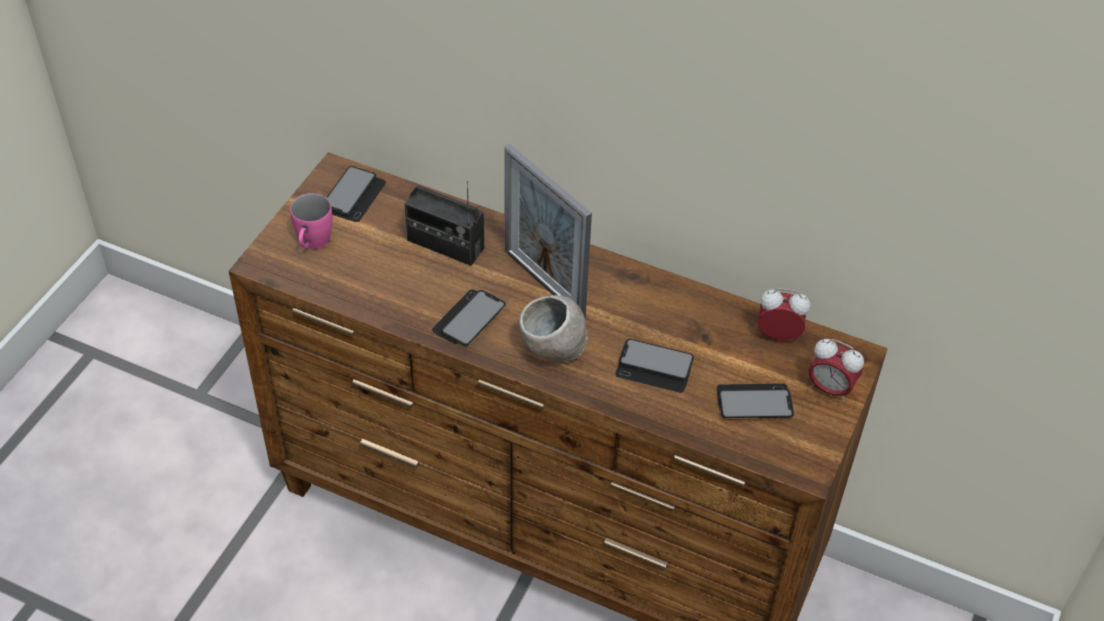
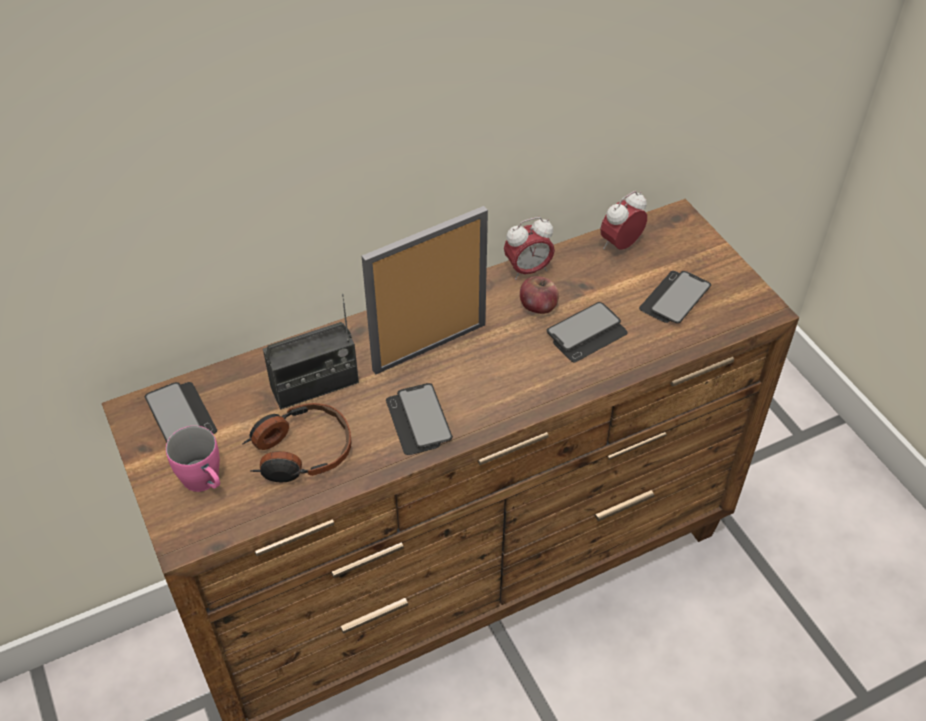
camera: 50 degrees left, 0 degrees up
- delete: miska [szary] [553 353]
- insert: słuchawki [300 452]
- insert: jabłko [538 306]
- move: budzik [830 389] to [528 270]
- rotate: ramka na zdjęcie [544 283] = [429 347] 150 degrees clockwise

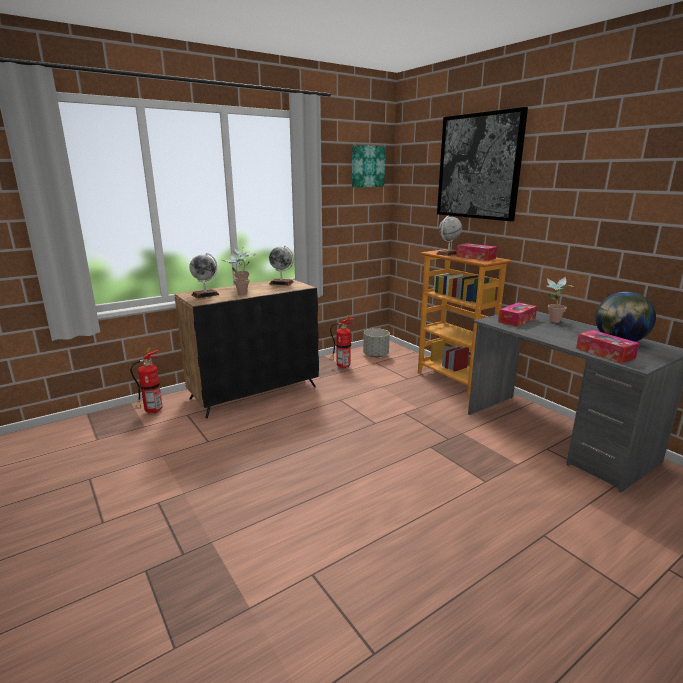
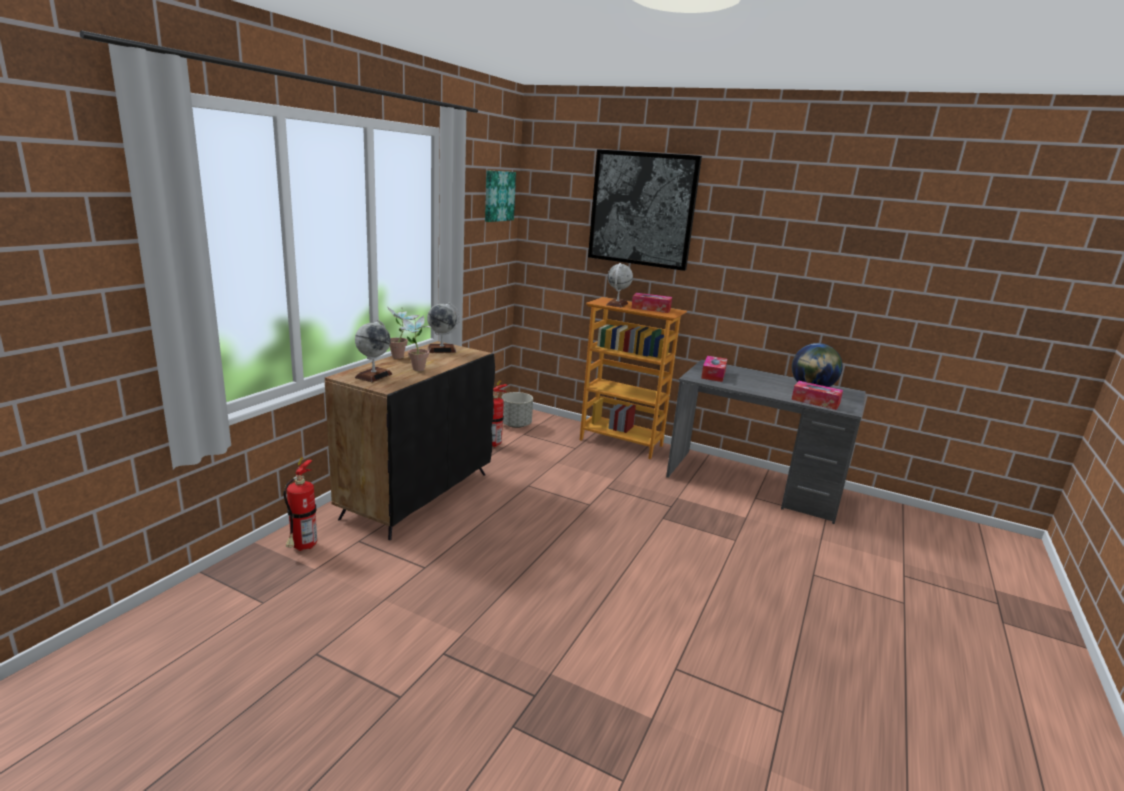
camera: 30 degrees left, 0 degrees up
- delete: roślina doniczkowa [552 322]

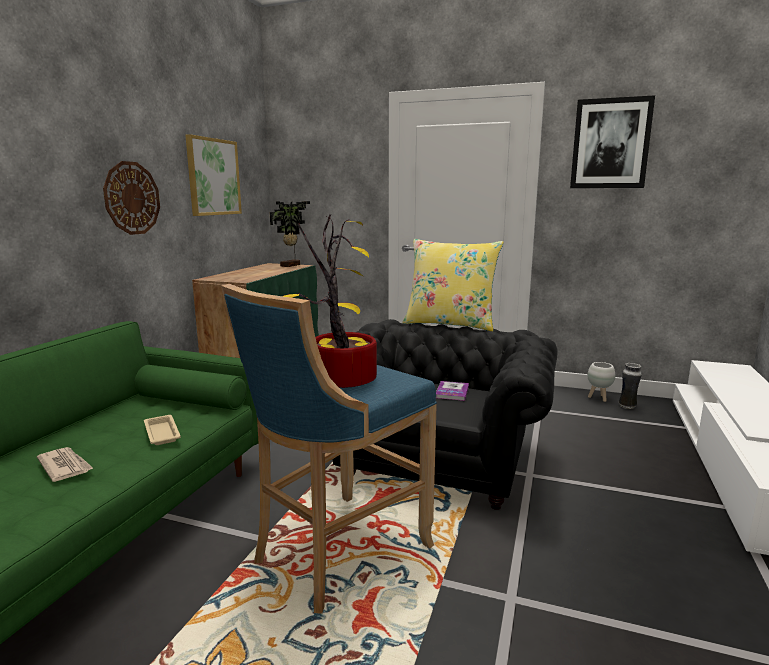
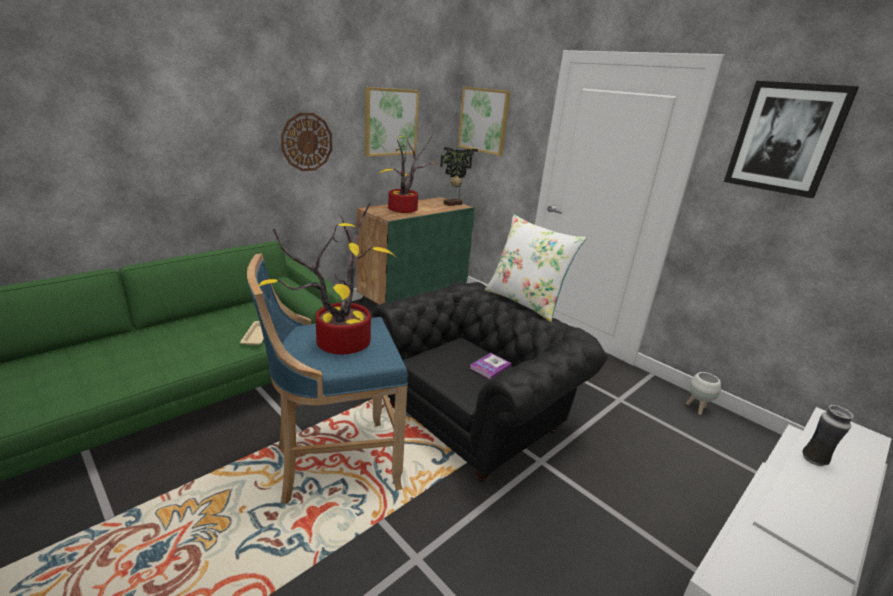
camera: 25 degrees right, 10 degrees up
- delete: gazeta [65 466]
- insert: roślina doniczkowa [403 211]
- insert: obraz [484 120]
- move: wazon [627 406] to [814 460]
- recolor: poduszka [żółty] [450 324] to poduszka [biały] [525 302]

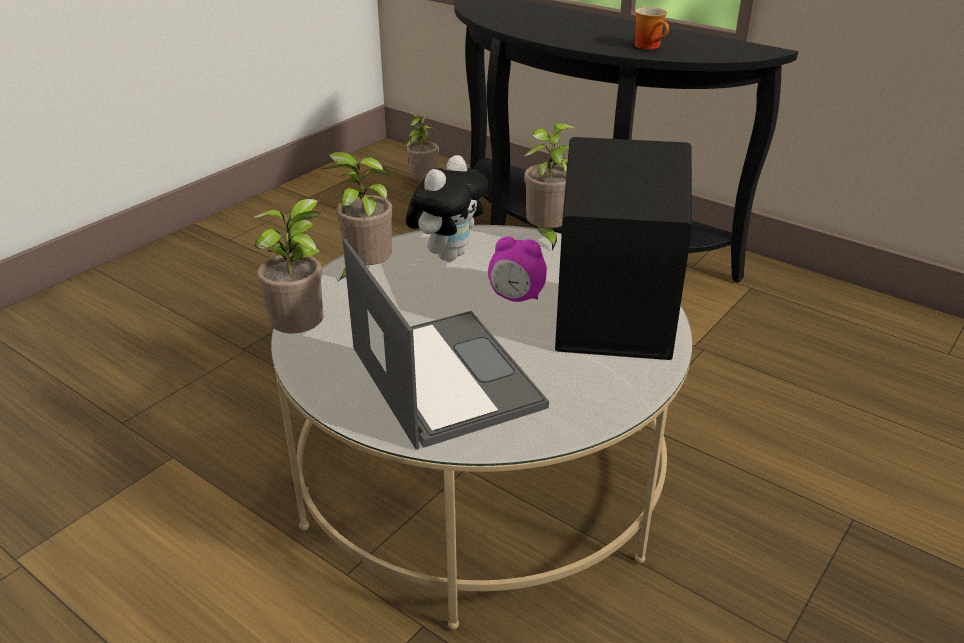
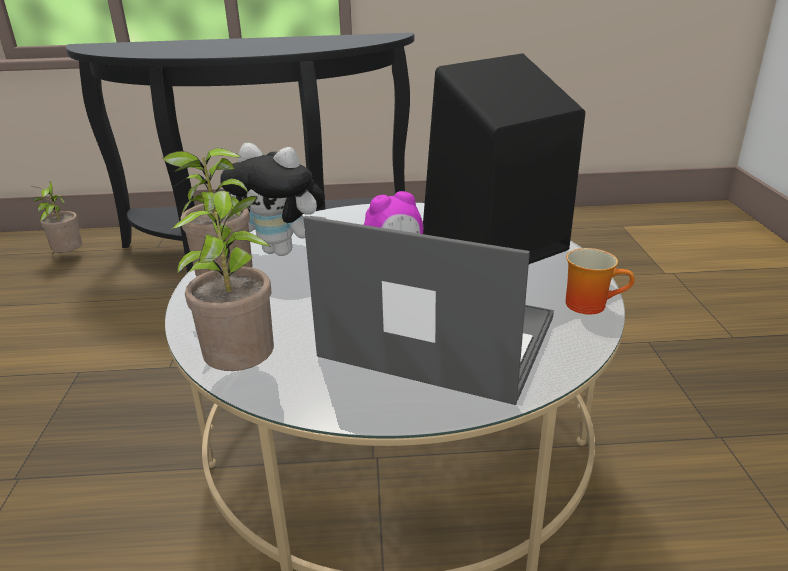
camera: 40 degrees left, 5 degrees down
- delete: roślina doniczkowa [547 237]
- move: kubek [650 46] to [590 304]
- rotate: pluszak [448 254] = [283 251] 120 degrees clockwise

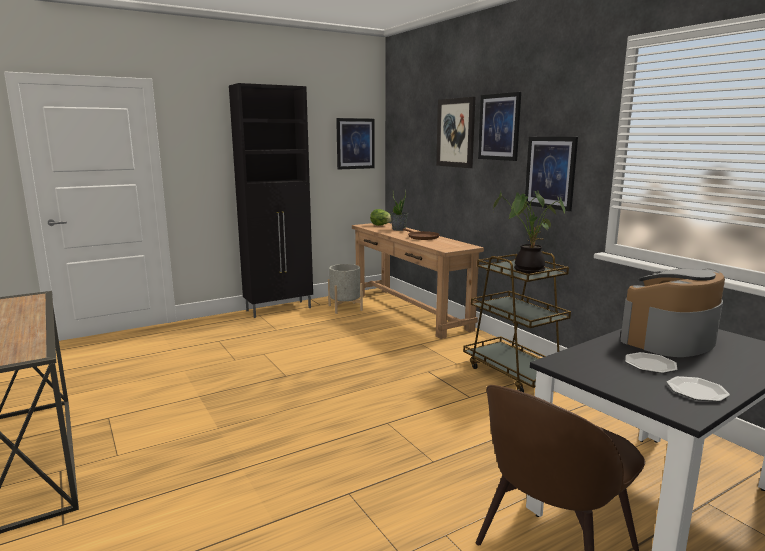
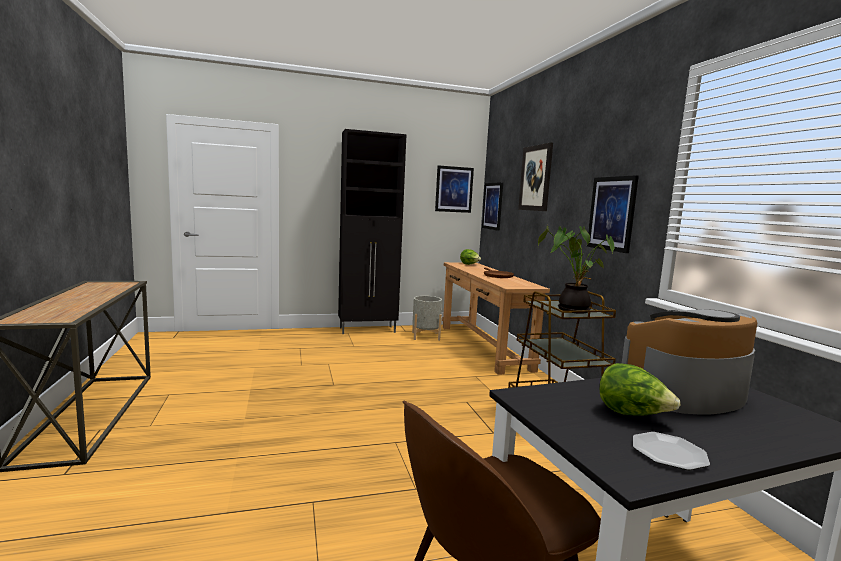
camera: 15 degrees right, 5 degrees down
- delete: roślina doniczkowa [399 229]
- move: obraz [499 127] to [493 206]
- replace: talerz [650 364] to sałata [632 414]

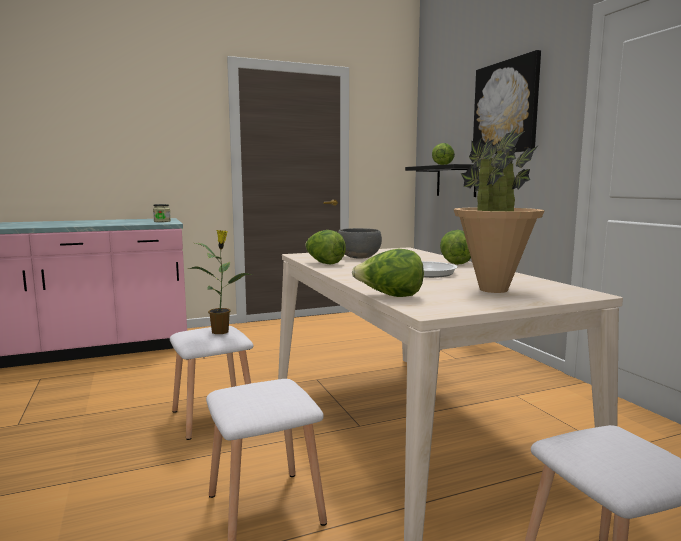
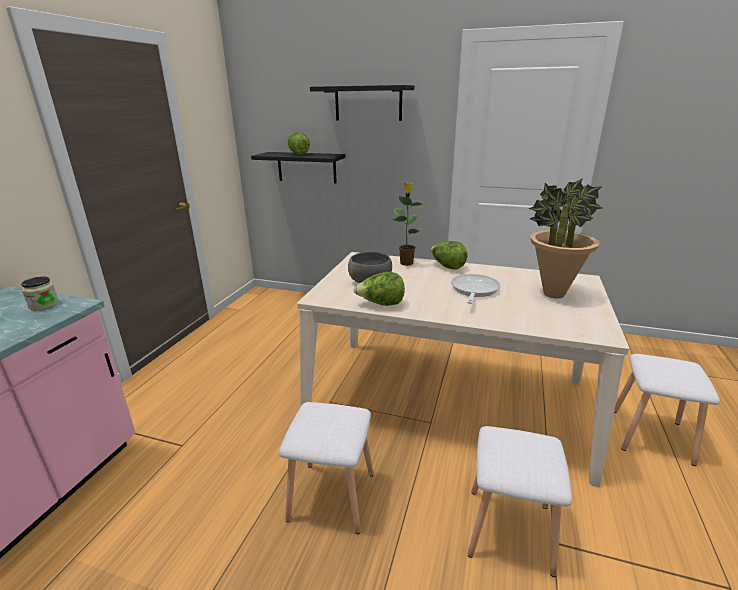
camera: 50 degrees left, 15 degrees up
- delete: sałata [390 296]
- move: roślina doniczkowa [221 331] to [406 263]
- replace: obraz [506 108] to półka [czarny] [368 103]

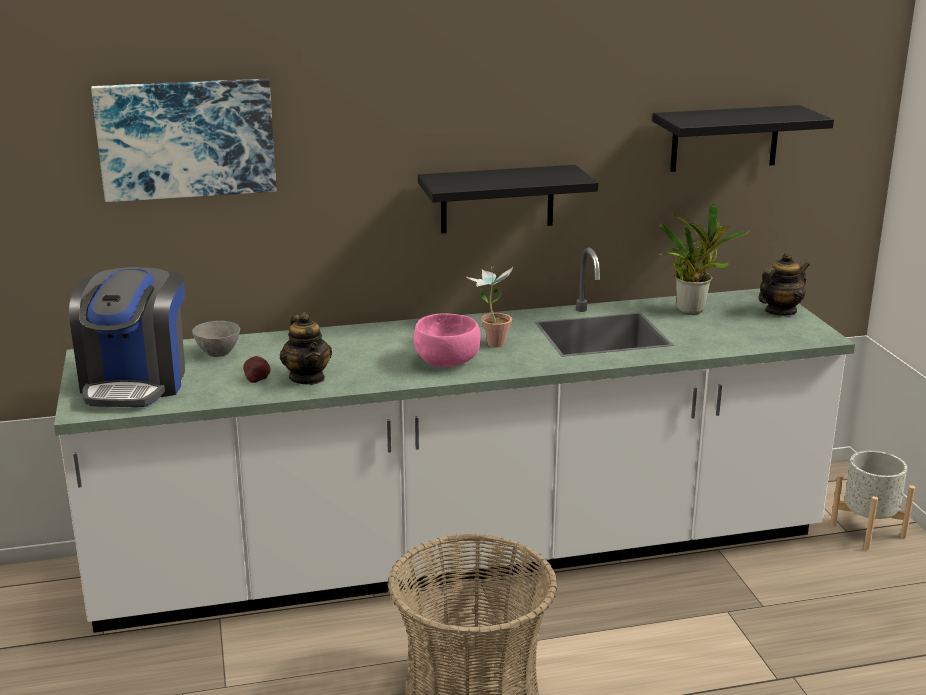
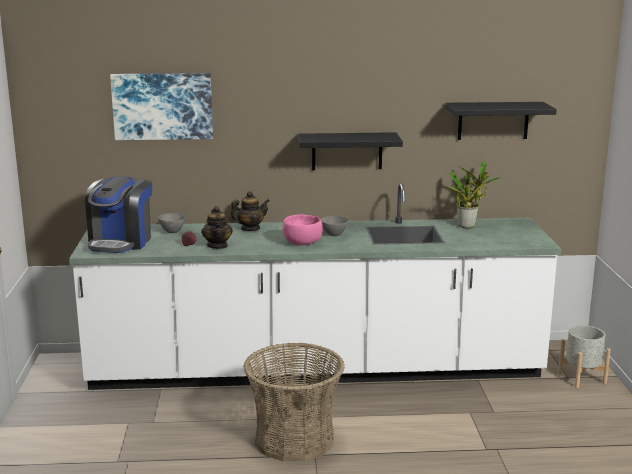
camera: 10 degrees right, 5 degrees down
- move: imbryk [780 311] to [250 229]
- replace: roślina doniczkowa [491 341] to miska [szary] [334 235]

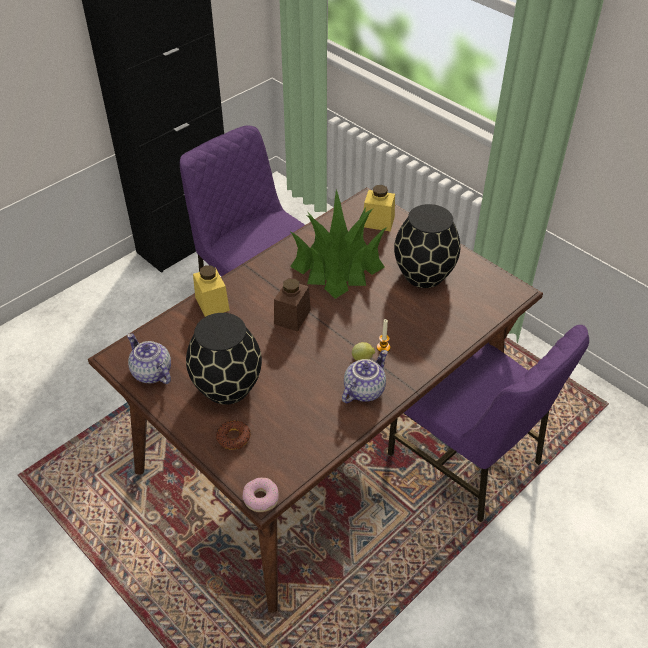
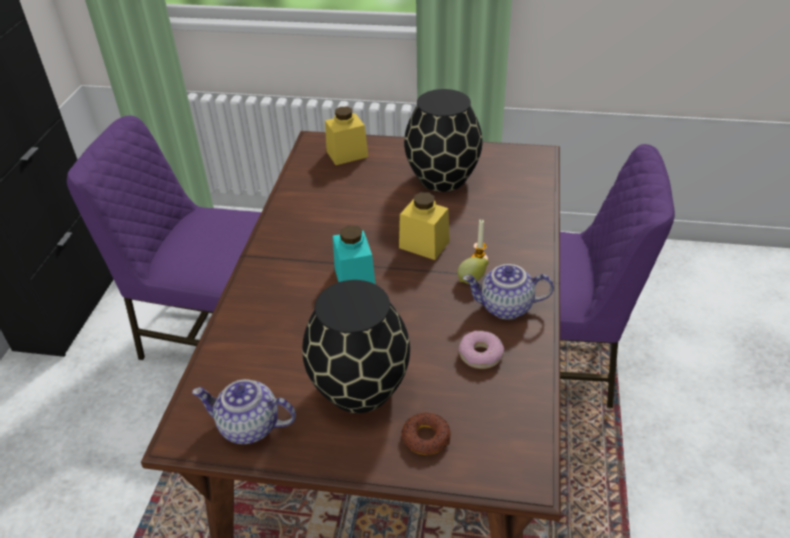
camera: 35 degrees left, 5 degrees down
- delete: roślina doniczkowa [338 265]
- move: słoik [żółty] [212 304] to [424 244]
- move: donut [261 498] to [480 354]
- recolor: słoik [brązowy] [292 317] to słoik [turkusowy] [355 279]
- rotate: imbryk [363 390] = [505 308] 90 degrees counterclockwise

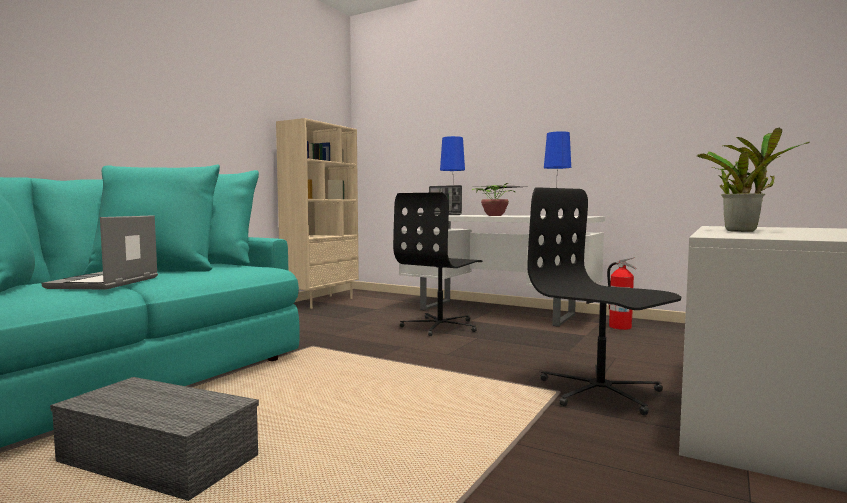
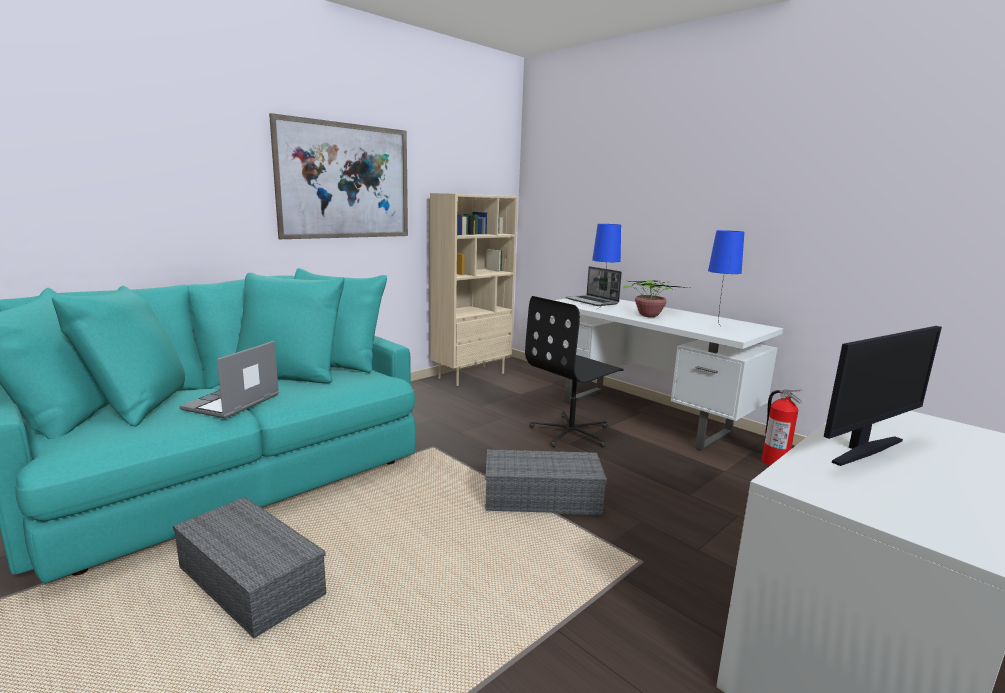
camera: 15 degrees right, 10 degrees up
- delete: krzesło biurowe [czarny] [600 392]
- insert: obraz [345 181]
- insert: pojemnik do przechowywania [szary] [543 497]
- replace: roślina doniczkowa [744 231] to monitor [864 449]

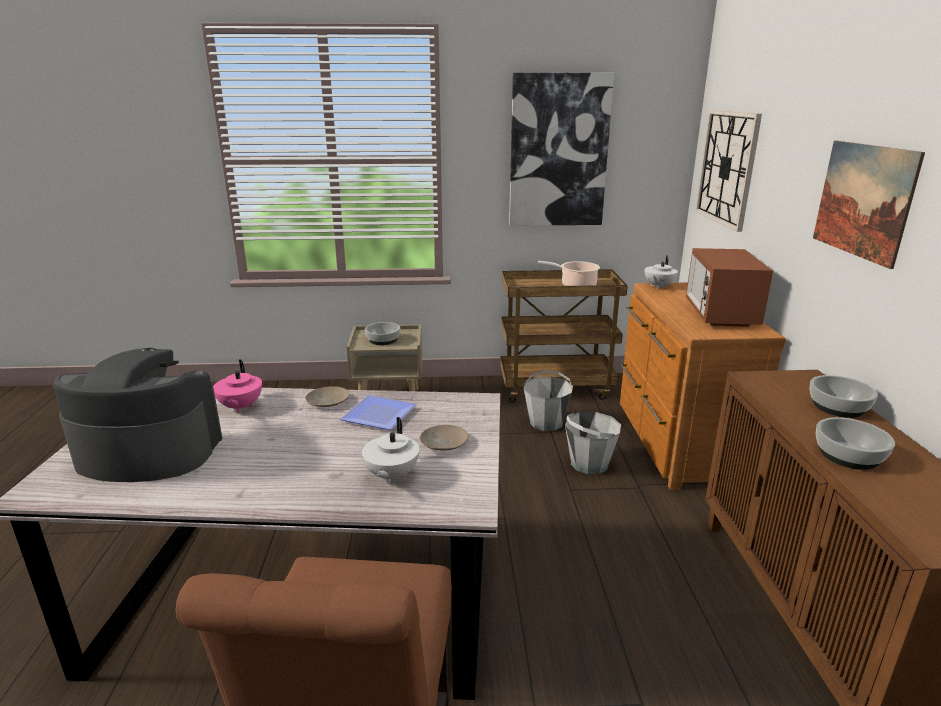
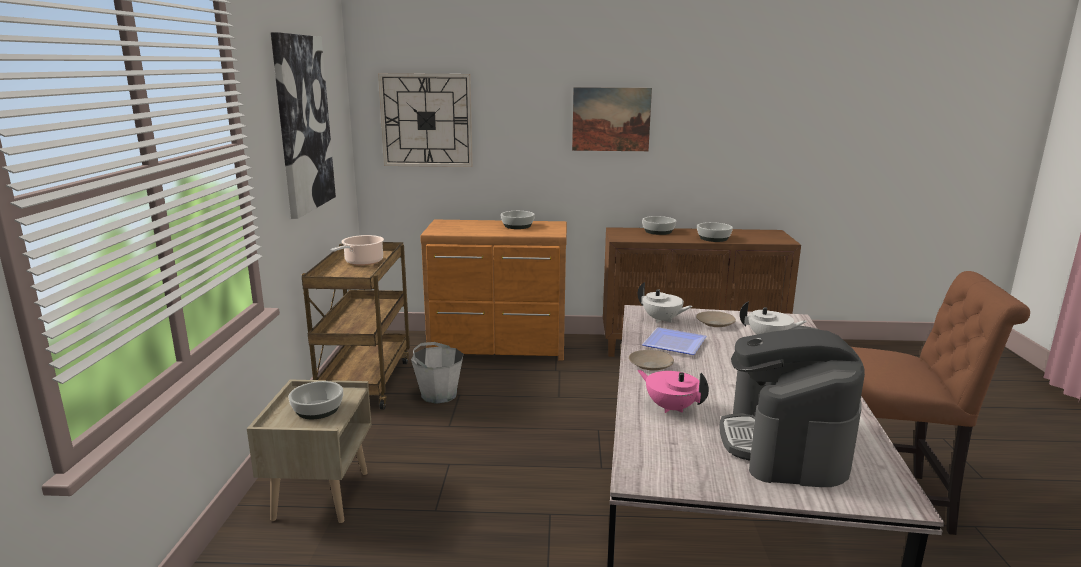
camera: 85 degrees left, 5 degrees down
- delete: wiadro [szary] [589 464]
- move: imbryk [biały] [658 286] to [662 320]
- replace: mikrofalówka [720 315] to miska [518 226]
- rotate: imbryk [różowy] [240 407] = [671 407] 135 degrees counterclockwise

